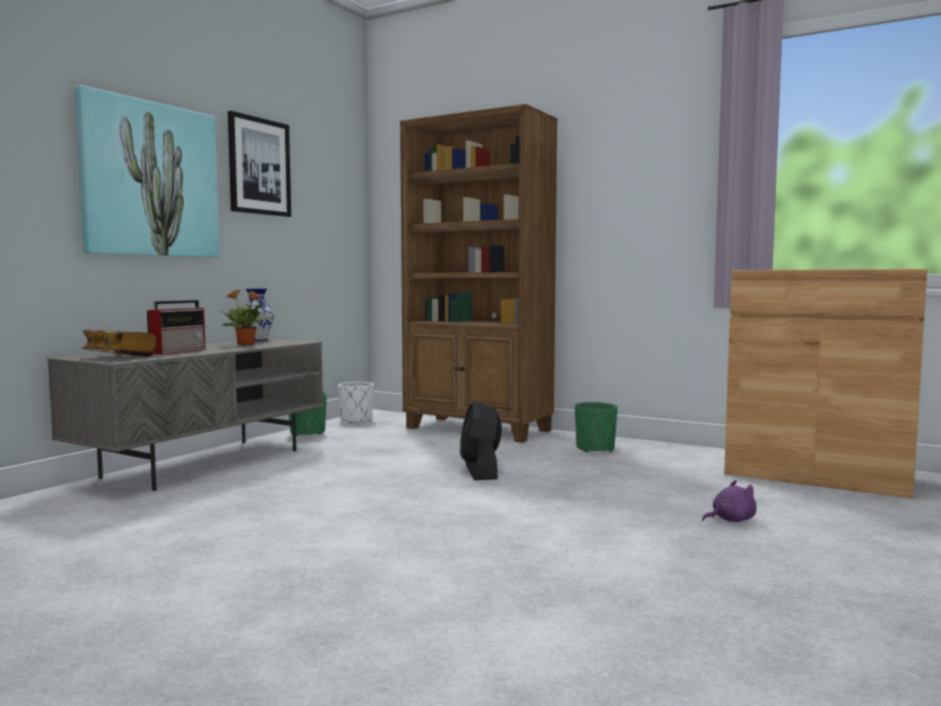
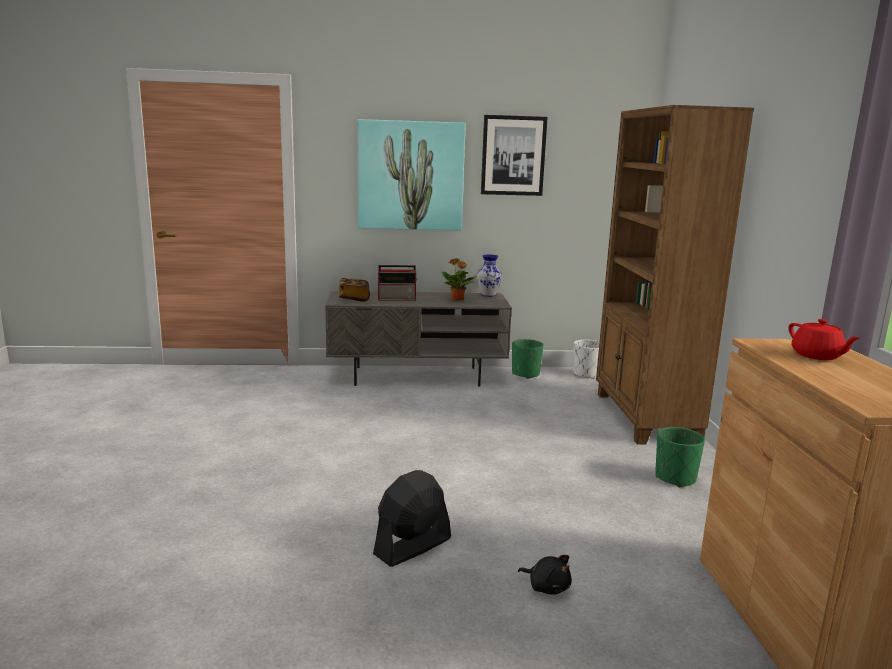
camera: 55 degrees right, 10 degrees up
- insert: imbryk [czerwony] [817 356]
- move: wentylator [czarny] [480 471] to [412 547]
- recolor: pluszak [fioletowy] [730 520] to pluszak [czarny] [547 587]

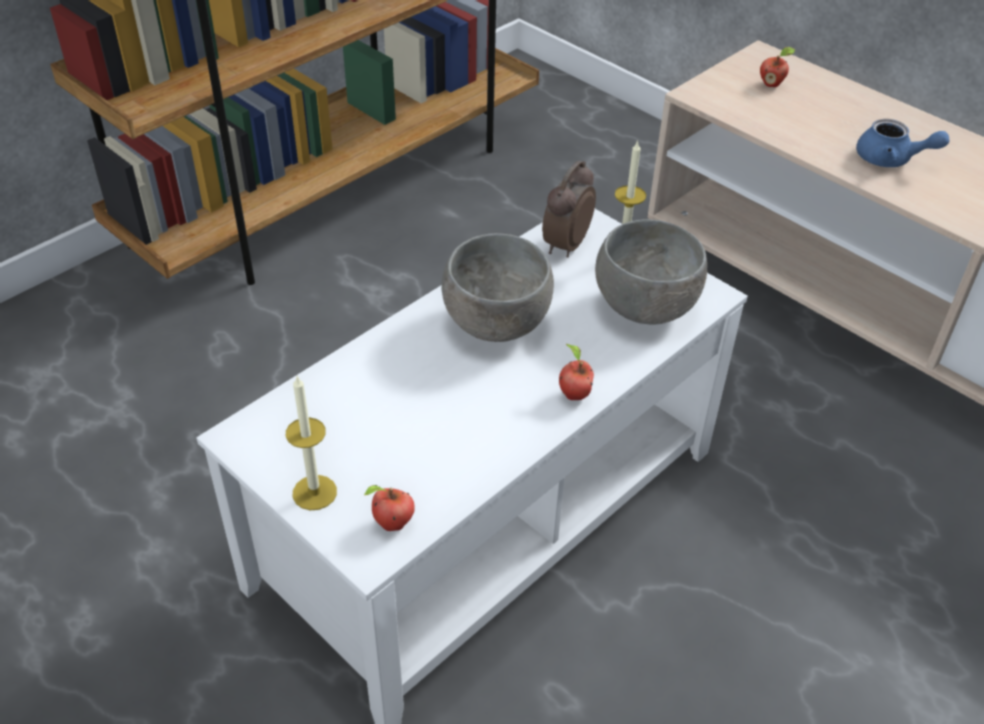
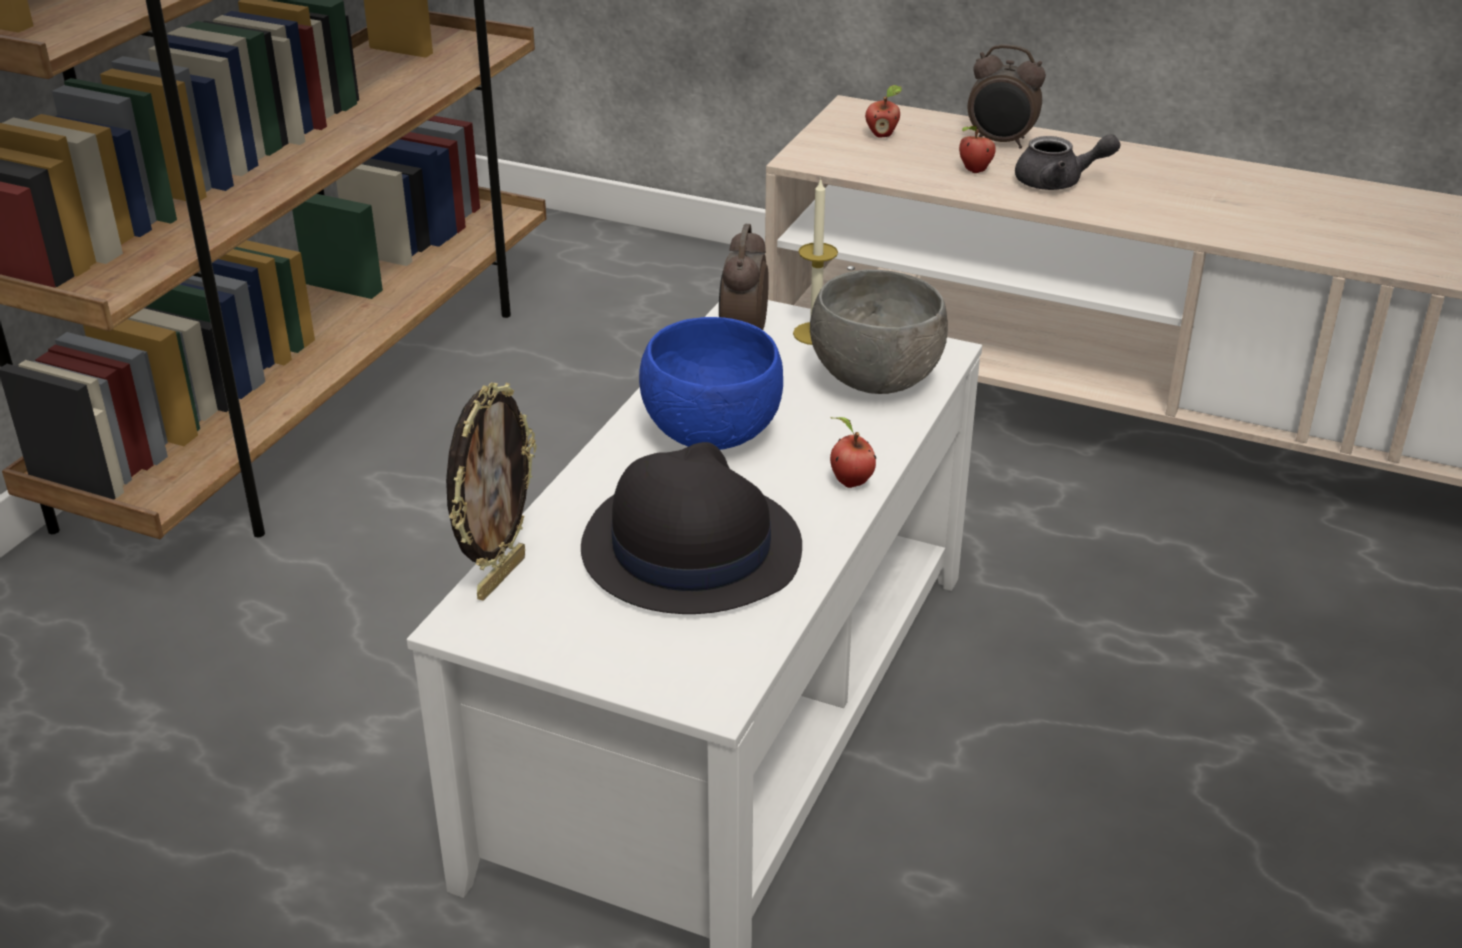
camera: 20 degrees left, 10 degrees down
- delete: świeca [314 492]
- insert: ramka na zdjęcie [499 576]
- insert: kapelusz [czarny] [689 549]
- insert: budzik [1001 142]
- move: jabłko [392 524] to [974 171]
- recolor: miska [szary] [494 324] to miska [niebieski] [710 435]
- recolor: imbryk [niebieski] [891 160] to imbryk [szary] [1058 182]

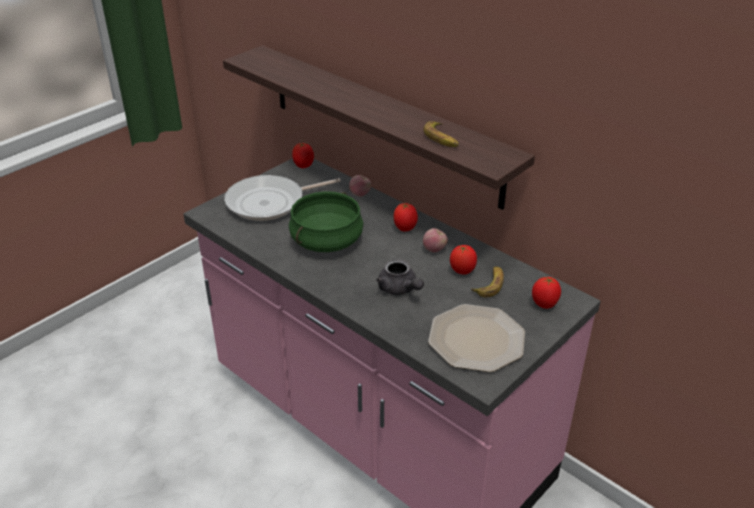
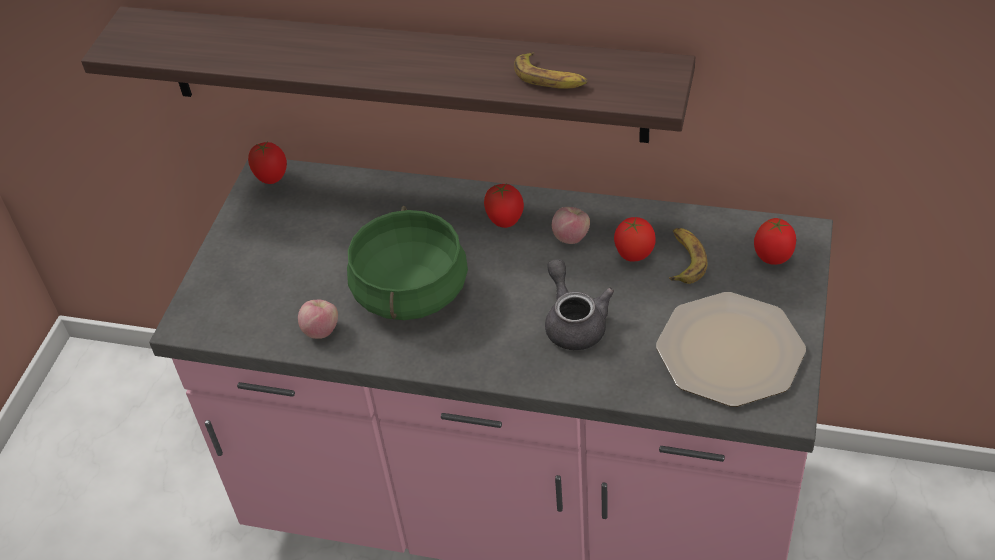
camera: 25 degrees left, 10 degrees up
- delete: patelnia [270 203]
- move: jabłko [360 194] to [321 330]
- rotate: imbryk [szary] [399 289] = [574 322] 135 degrees counterclockwise

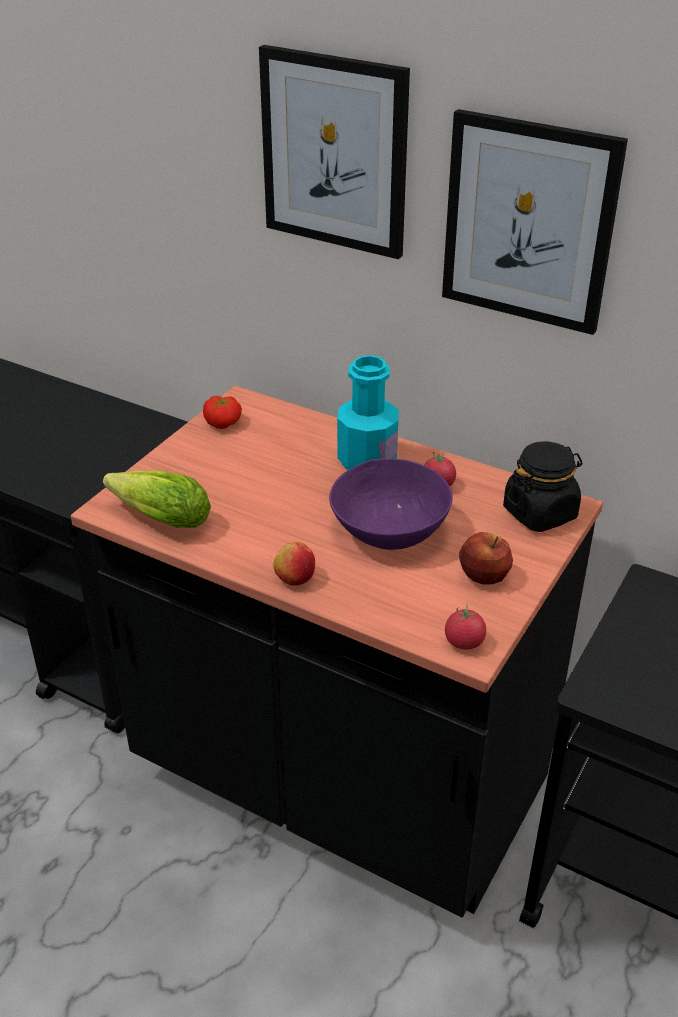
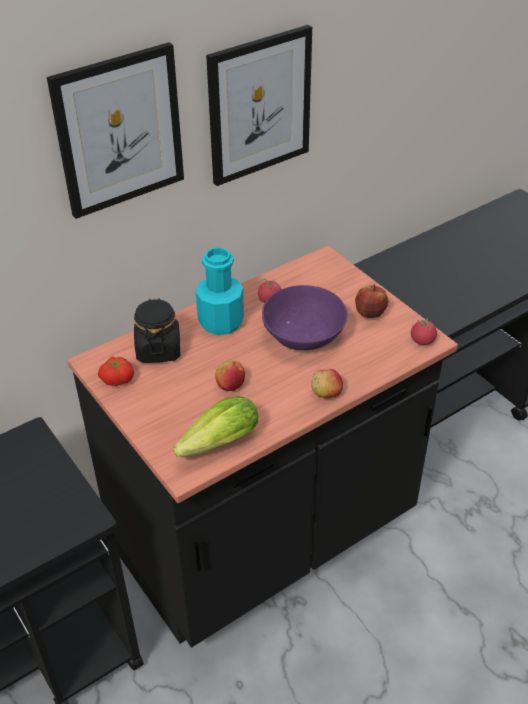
camera: 65 degrees left, 5 degrees up
- insert: jabłko [230 384]
- move: słoik [czarny] [540 513] to [158 349]

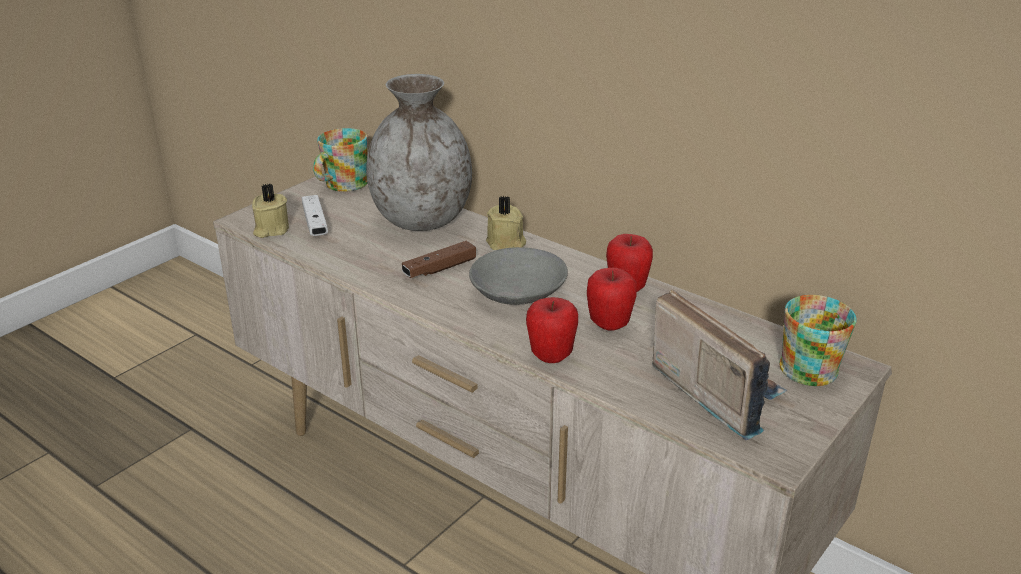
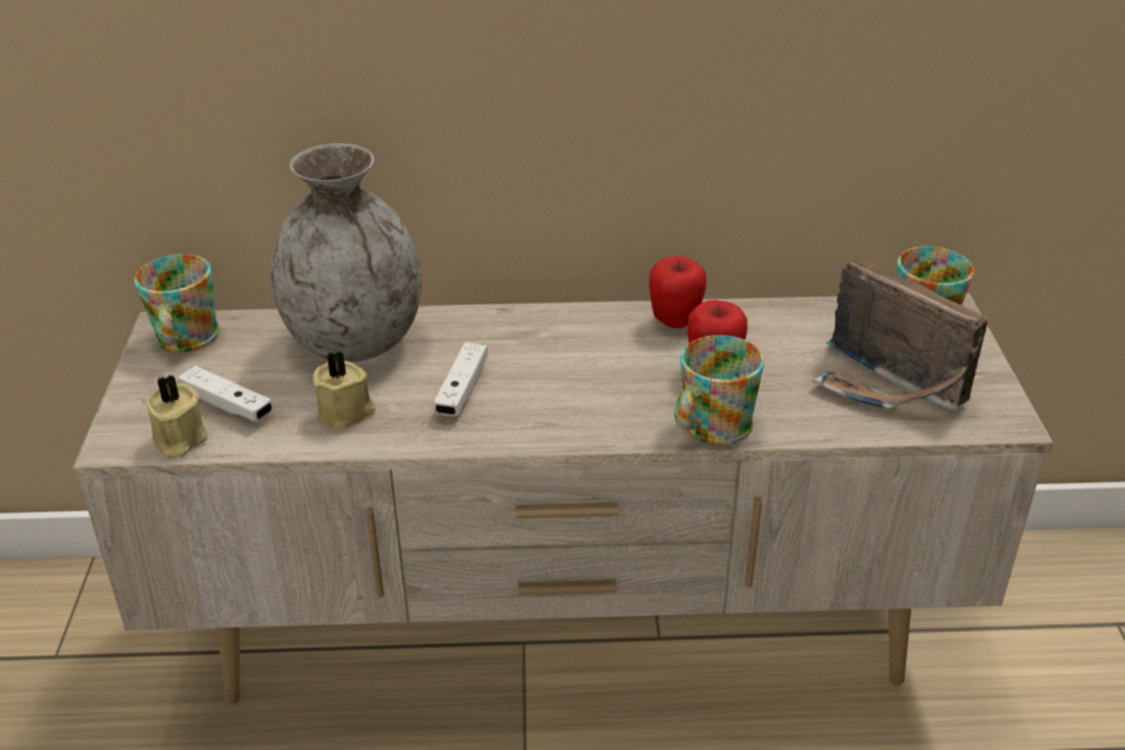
camera: 40 degrees left, 5 degrees up
- delete: miska [szary] [516 293]
- move: świeca [beżowy] [506 243] to [346 413]
- replace: jabłko [551 355] to kubek [709 428]
- recolor: pad do gier [brązowy] [439 268] to pad do gier [biały] [462 390]
- rotate: radio [716 391] = [886 386] 150 degrees counterclockwise

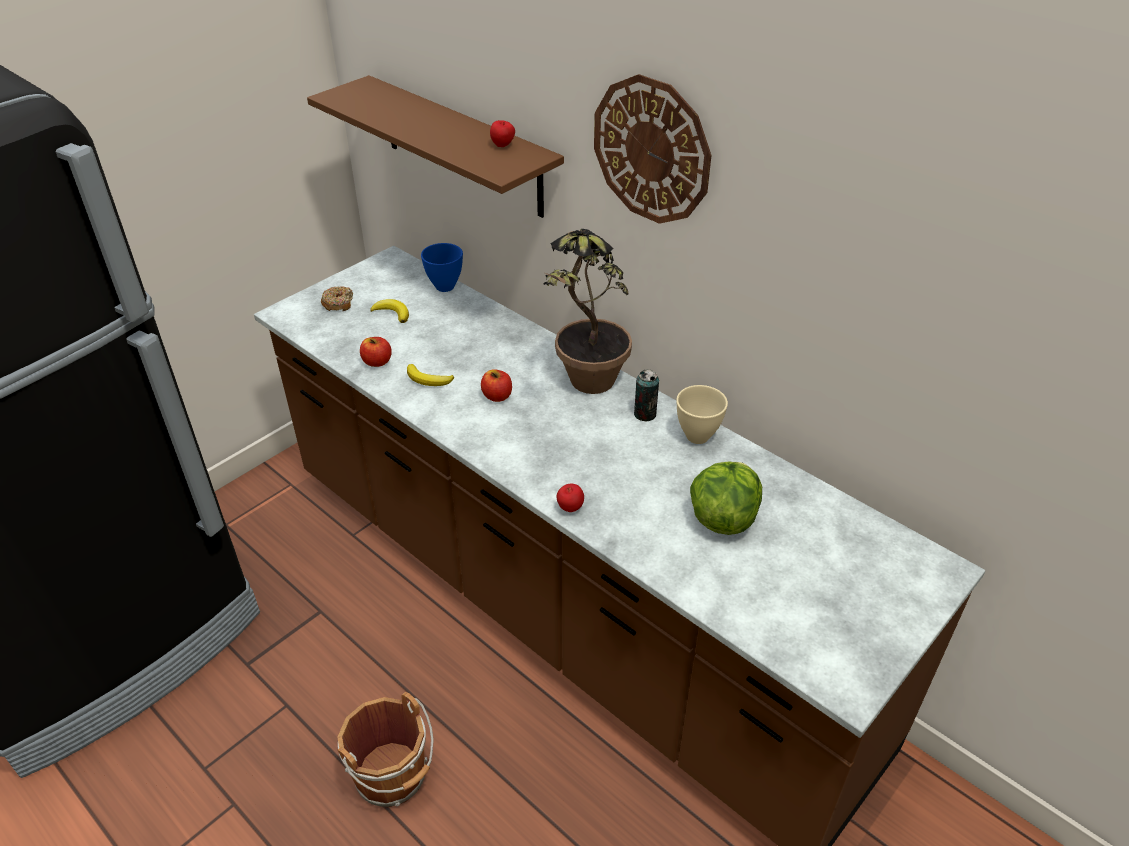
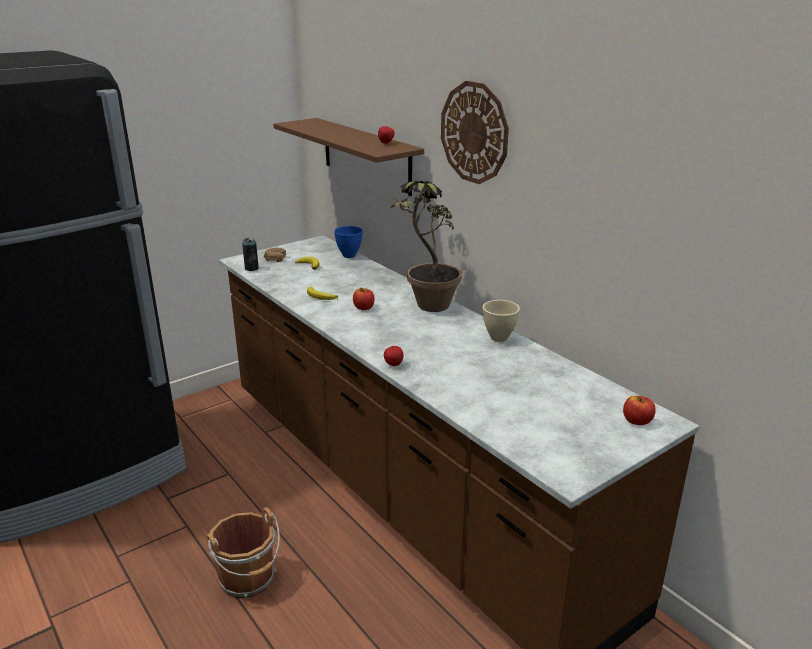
camera: 10 degrees right, 15 degrees down
- delete: sałata [723 518]
- move: jabłko [377 362] to [637 421]
- move: puszka [645 414] to [251 268]

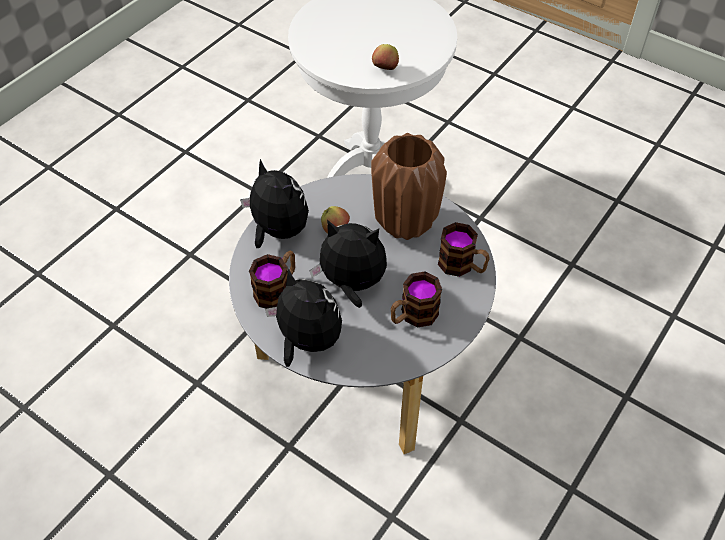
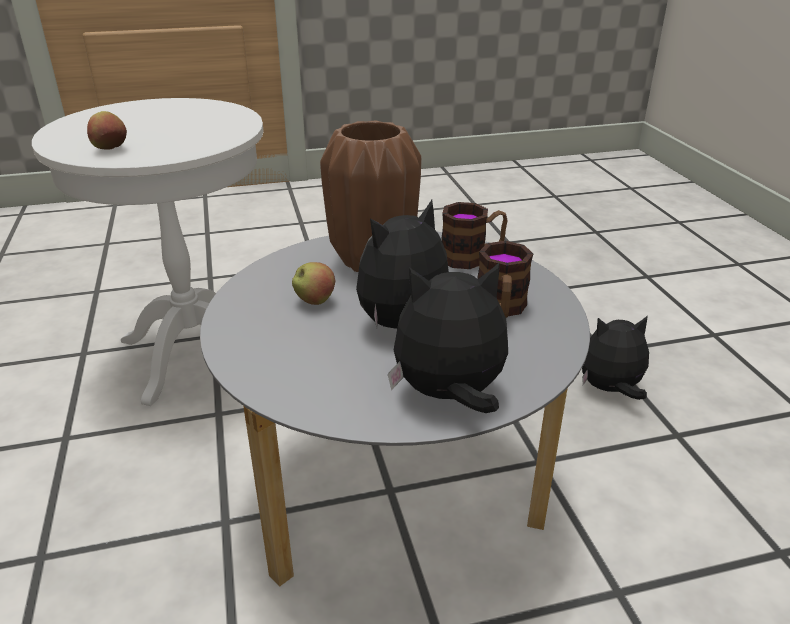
camera: 50 degrees left, 20 degrees down
- delete: kubek [277 289]
- move: pluszak [278 231] to [610 390]
- move: jabłko [385 69] to [110 149]

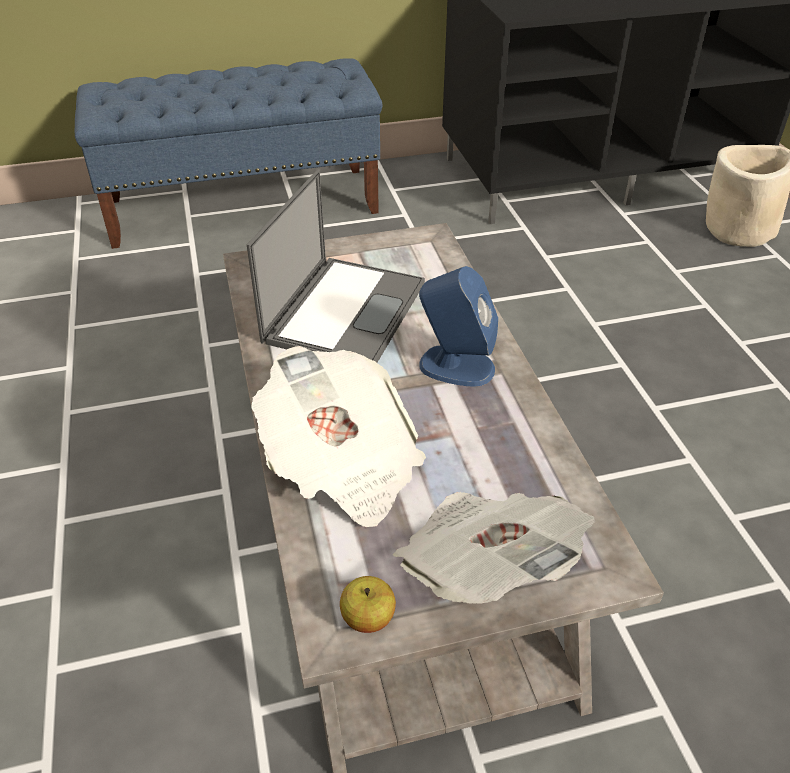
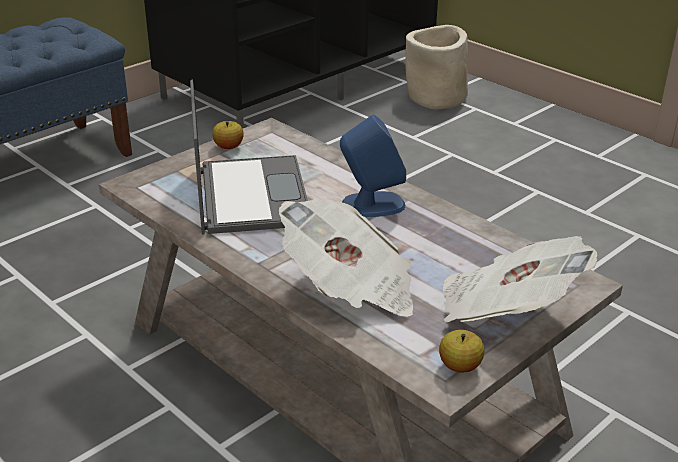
camera: 30 degrees left, 10 degrees down
- insert: jabłko [228 147]

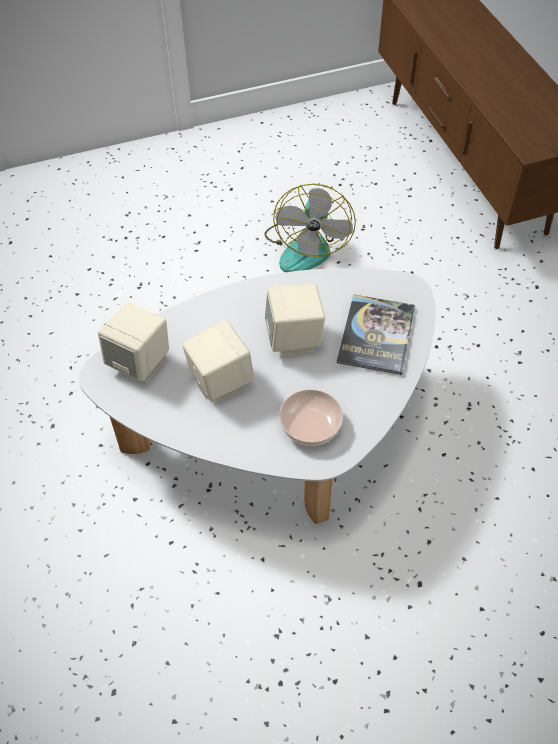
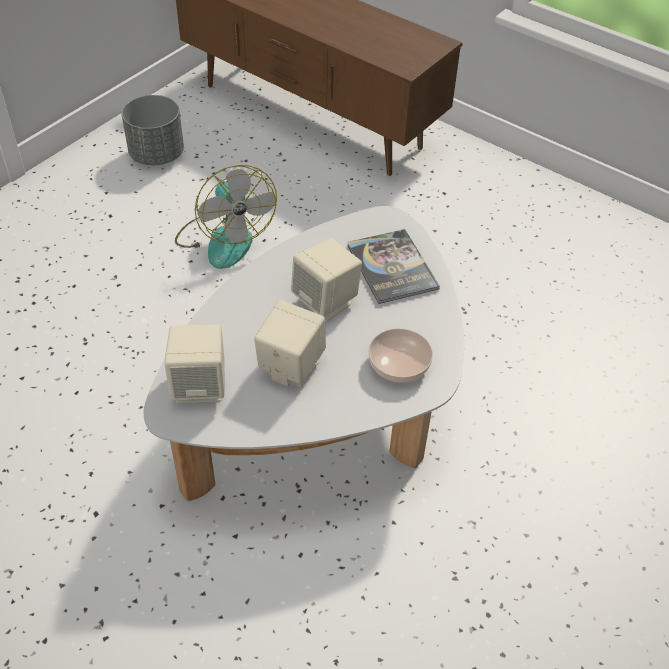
camera: 35 degrees left, 5 degrees down
- insert: donica [szary] [157 155]

